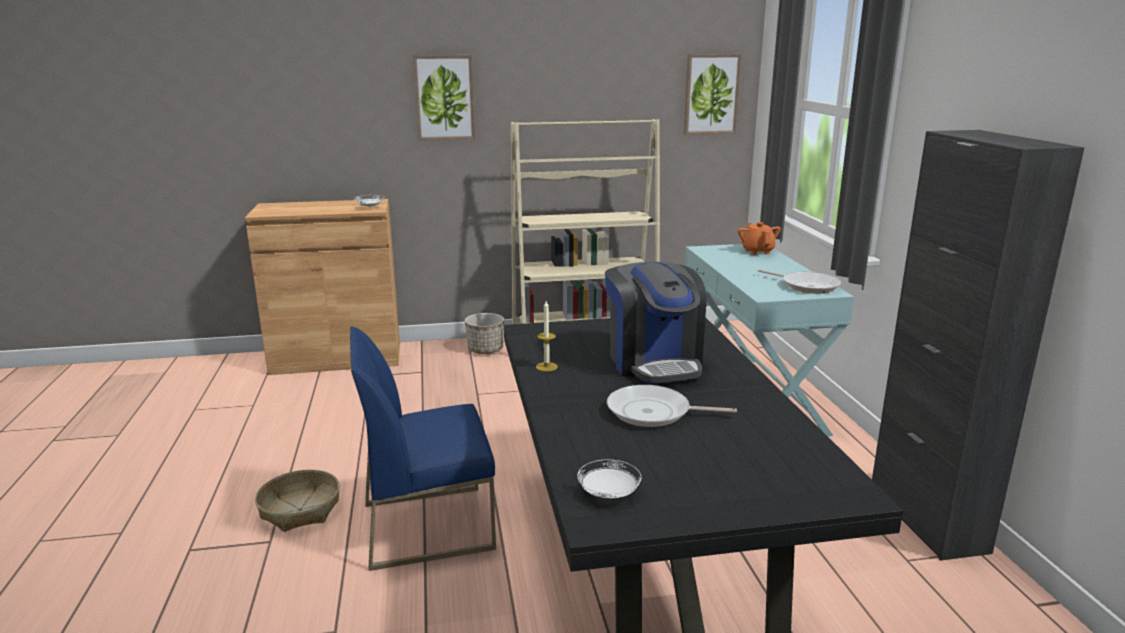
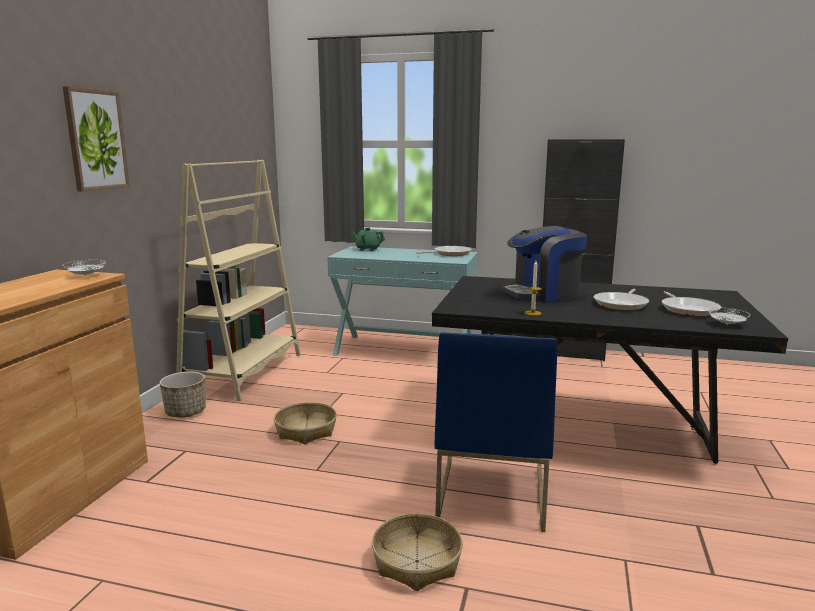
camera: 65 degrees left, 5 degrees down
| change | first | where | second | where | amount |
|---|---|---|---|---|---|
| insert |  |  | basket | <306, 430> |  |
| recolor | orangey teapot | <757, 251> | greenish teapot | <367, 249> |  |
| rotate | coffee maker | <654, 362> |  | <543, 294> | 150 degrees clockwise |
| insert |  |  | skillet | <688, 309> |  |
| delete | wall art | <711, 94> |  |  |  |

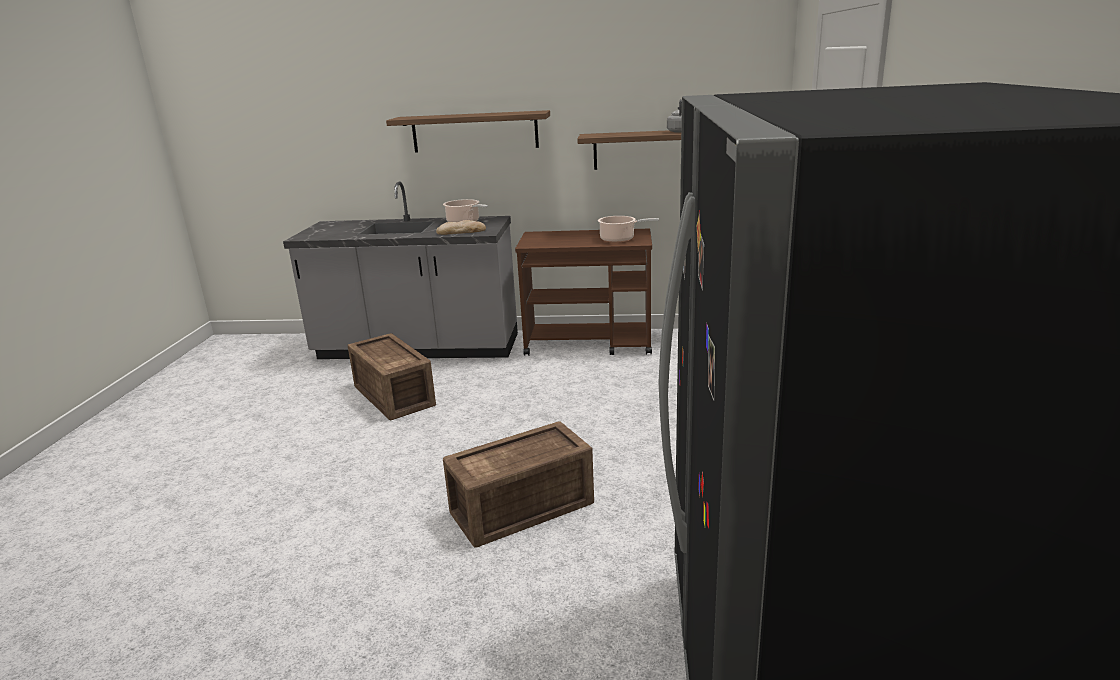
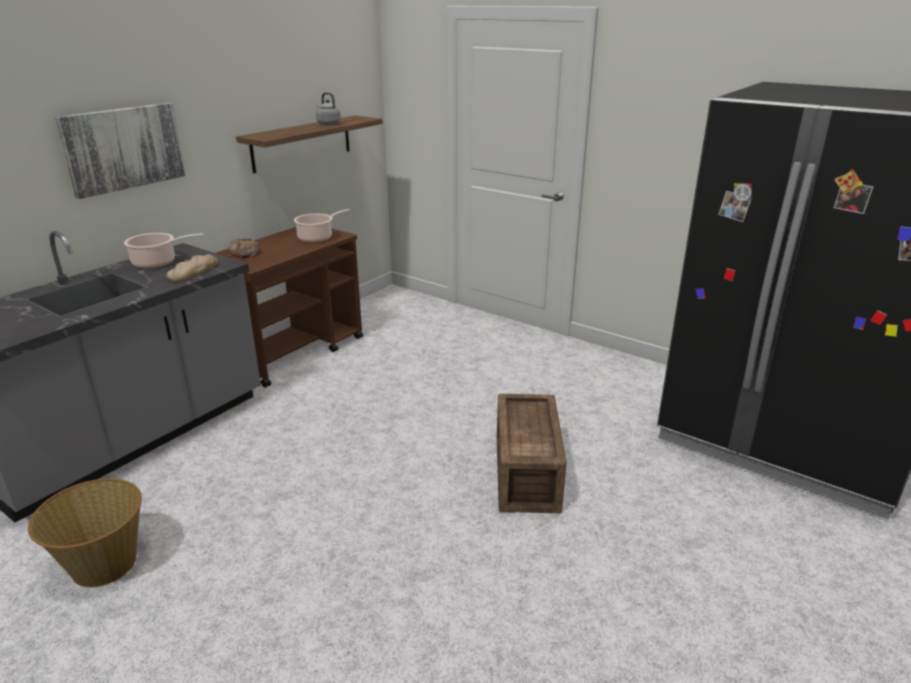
camera: 60 degrees left, 5 degrees up
| change | first | where | second | where | amount |
|---|---|---|---|---|---|
| insert |  |  | basket | <103, 564> |  |
| replace | shelf | <474, 131> | wall art | <123, 148> |  |
| insert |  |  | baked bread | <245, 253> |  |
| delete | packing crate | <395, 395> |  |  |  |

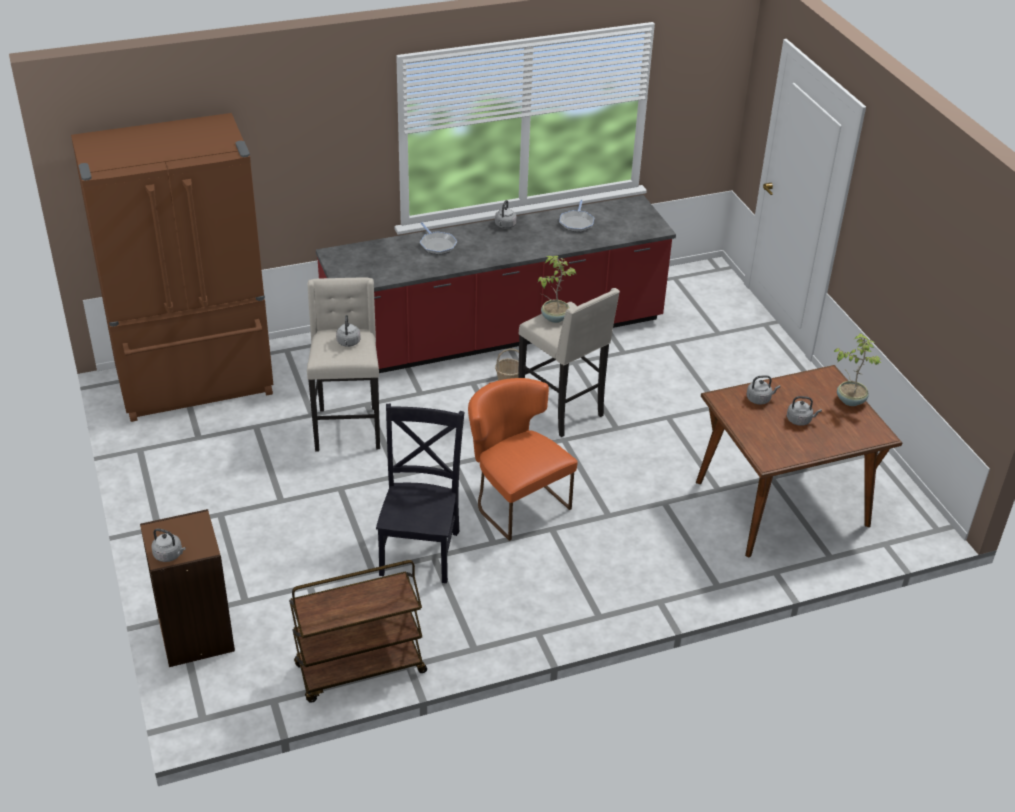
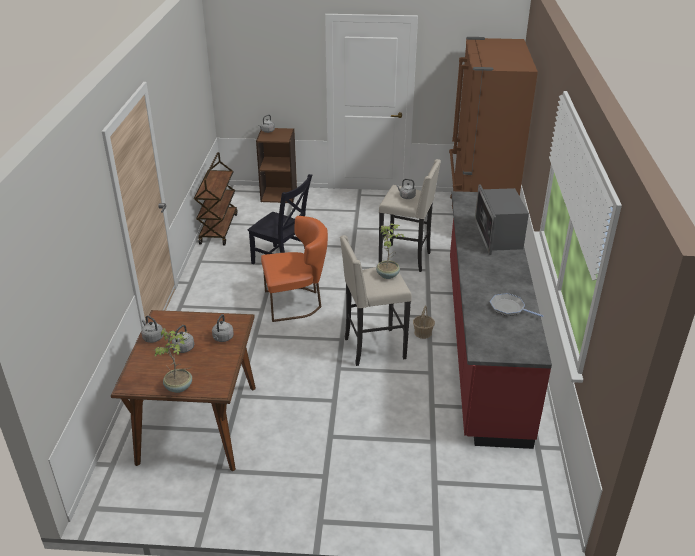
camera: 115 degrees right, 5 degrees down
| change | first | where | second | where | amount |
|---|---|---|---|---|---|
| move | greyish kettle | <505, 226> |  | <152, 337> |  |
| replace | skillet | <437, 245> | microwave | <498, 236> |  |

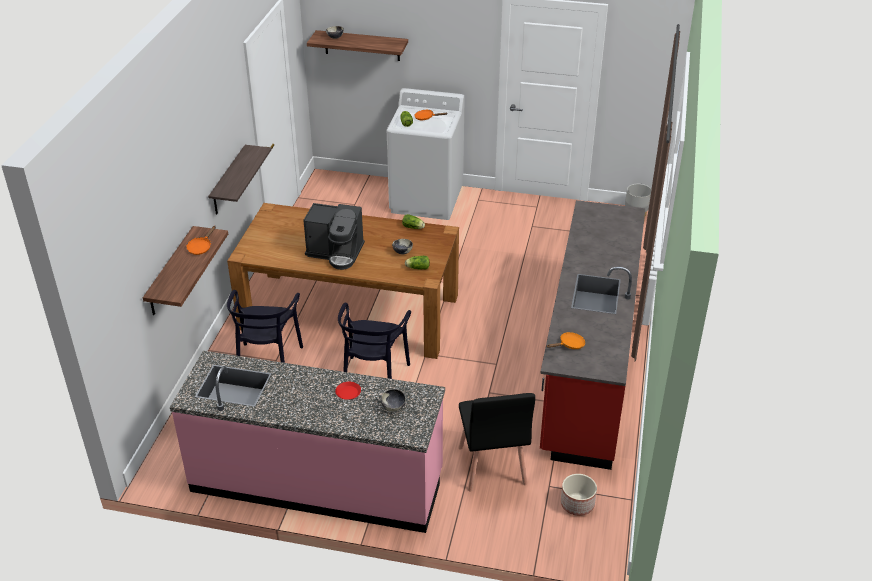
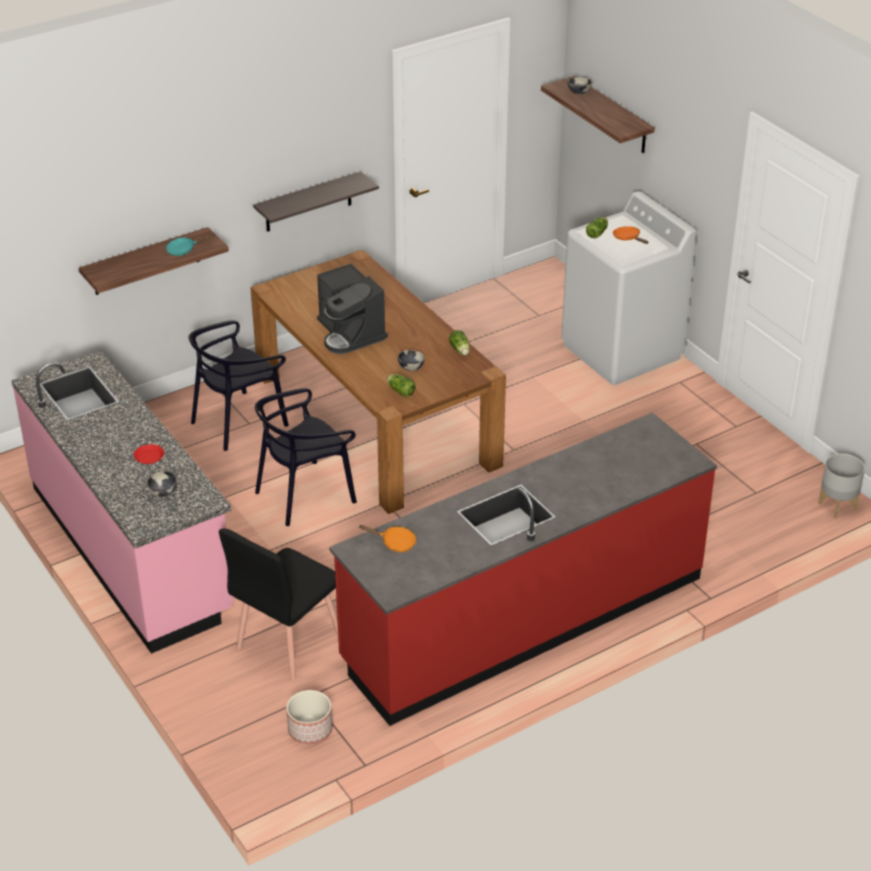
camera: 45 degrees right, 0 degrees up
| change | first | where | second | where | amount |
|---|---|---|---|---|---|
| recolor | orangey skillet | <201, 247> | turquoise skillet | <184, 250> |  |

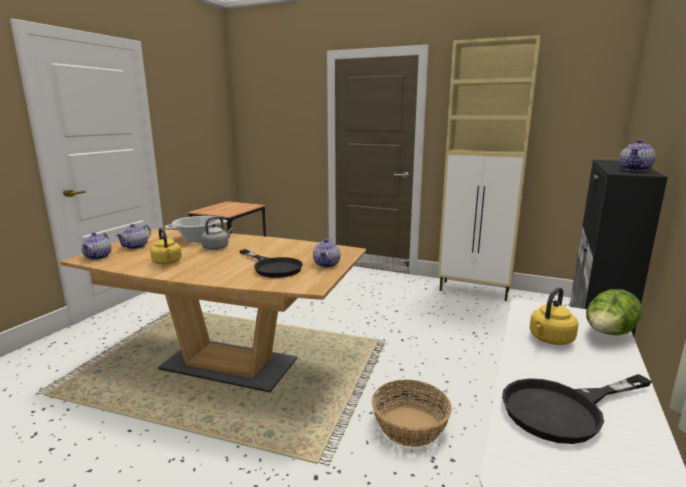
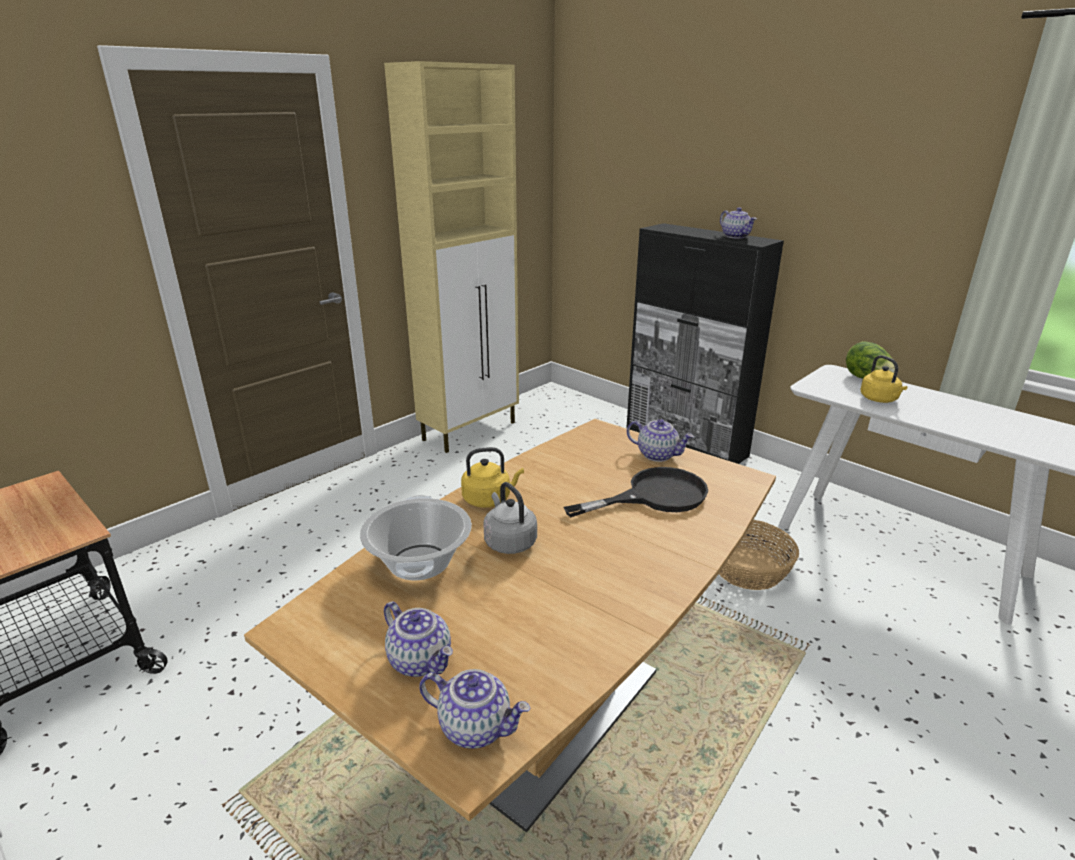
camera: 70 degrees left, 10 degrees up
| change | first | where | second | where | amount |
|---|---|---|---|---|---|
| move | yellowish kettle | <167, 262> |  | <489, 499> |  |
| delete | blackish skillet | <564, 409> |  |  |  |

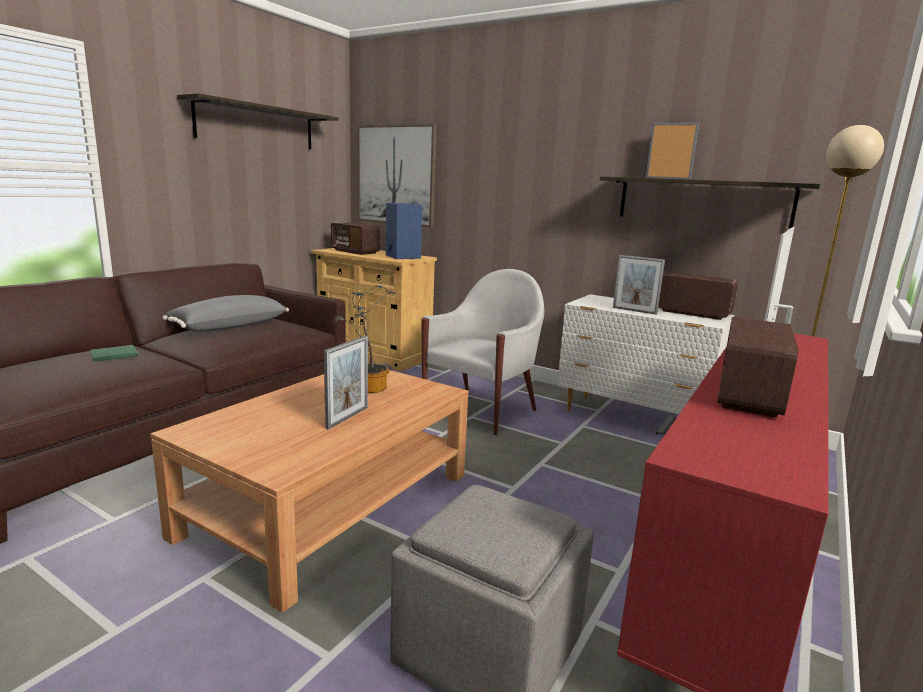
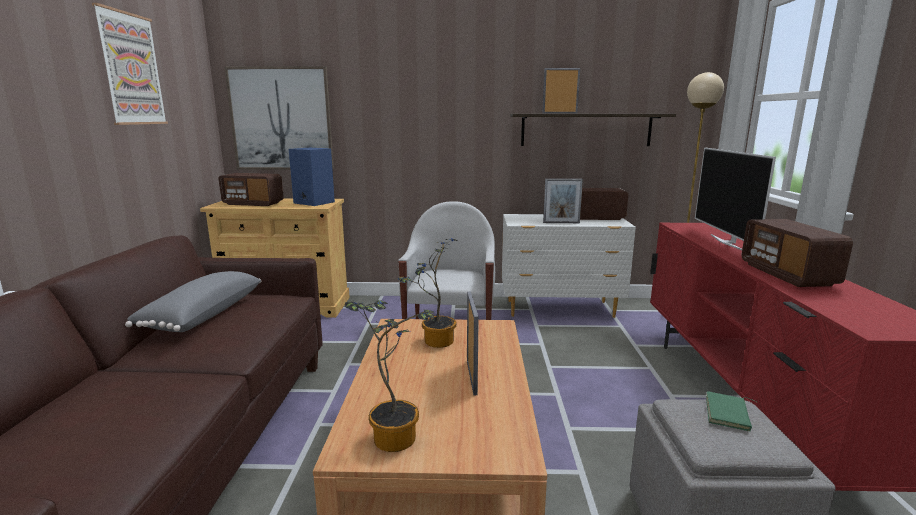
camera: 30 degrees left, 0 degrees up
| change | first | where | second | where | amount |
|---|---|---|---|---|---|
| replace | shelf | <257, 126> | wall art | <131, 69> |  |
| insert |  |  | potted plant | <394, 435> |  |
| move | greenish book | <114, 356> |  | <729, 414> |  |

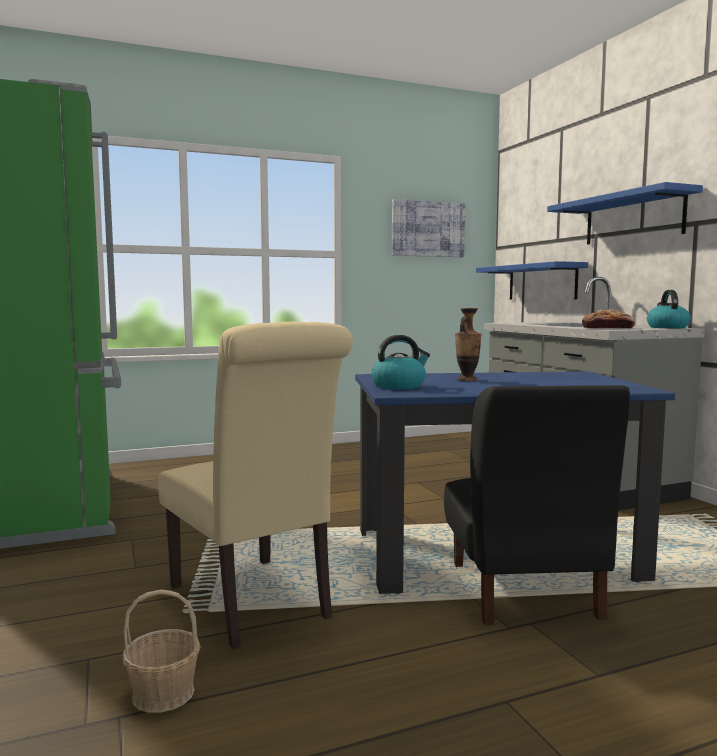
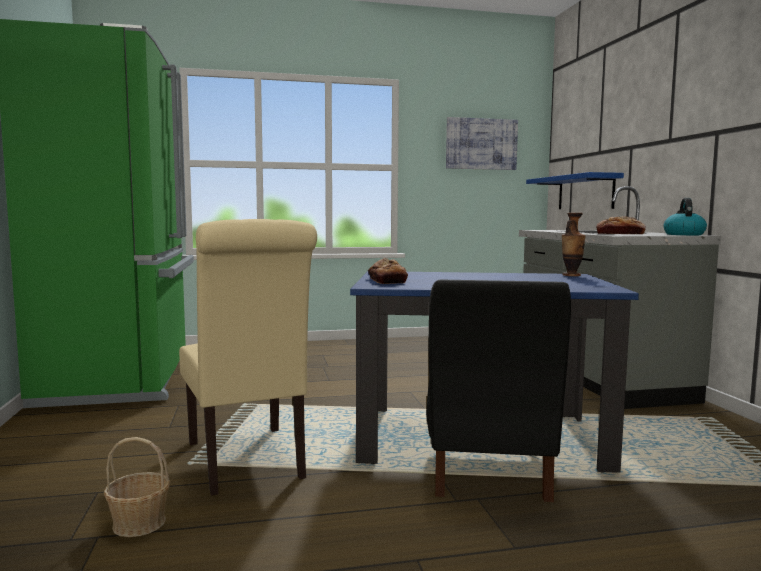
camera: 10 degrees right, 0 degrees up
| change | first | where | second | where | amount |
|---|---|---|---|---|---|
| replace | kettle | <399, 386> | baked bread | <387, 280> |  |
| move | decorative vase | <467, 380> |  | <571, 275> |  |
| delete | blue shelf | <633, 218> |  |  |  |

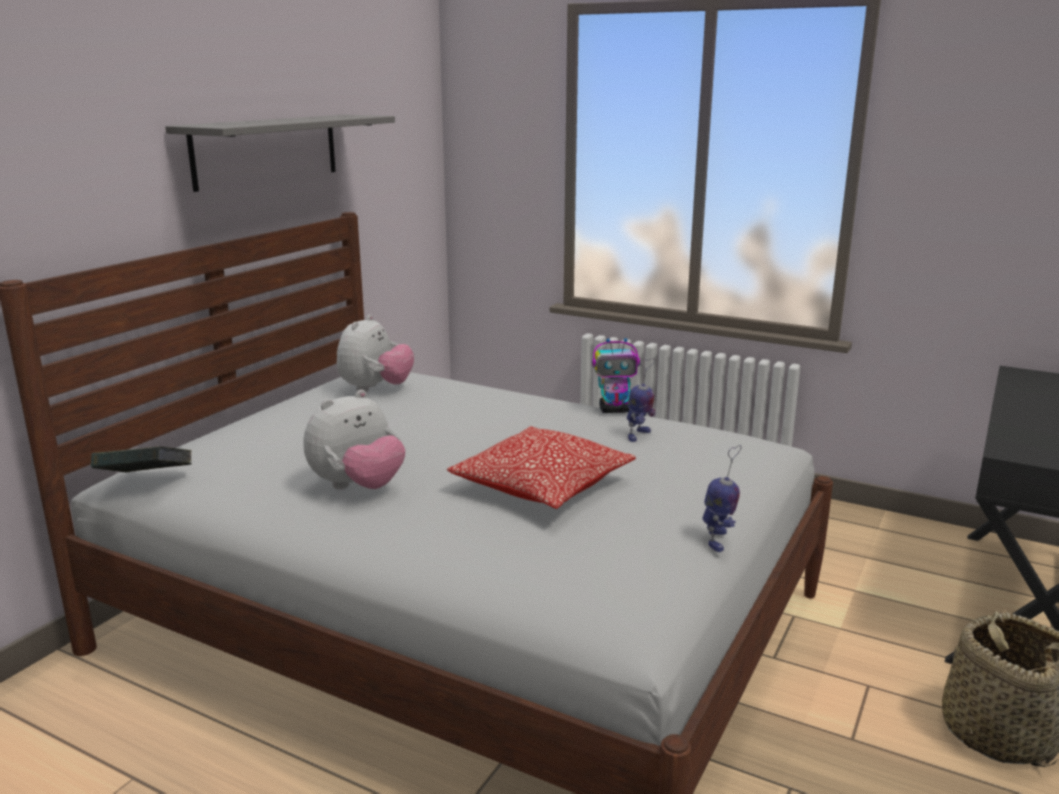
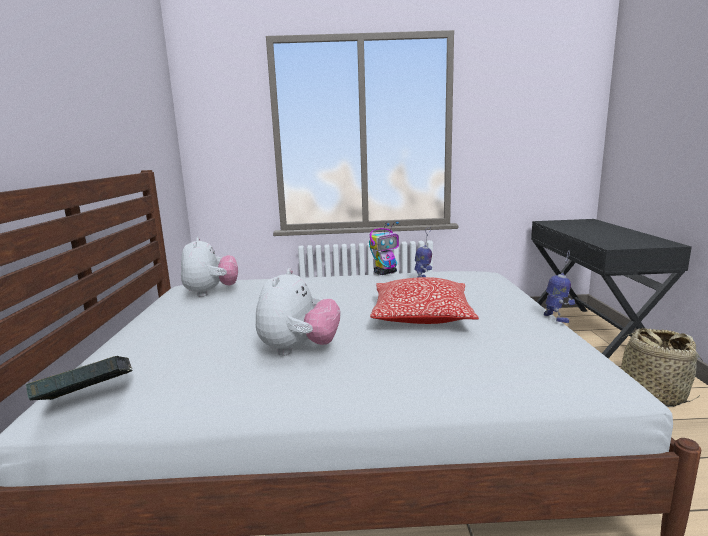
camera: 30 degrees left, 5 degrees down
| change | first | where | second | where | amount |
|---|---|---|---|---|---|
| delete | greyish shelf | <267, 150> |  |  |  |

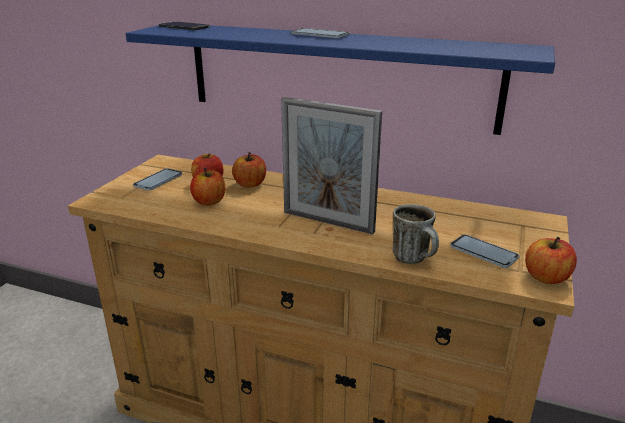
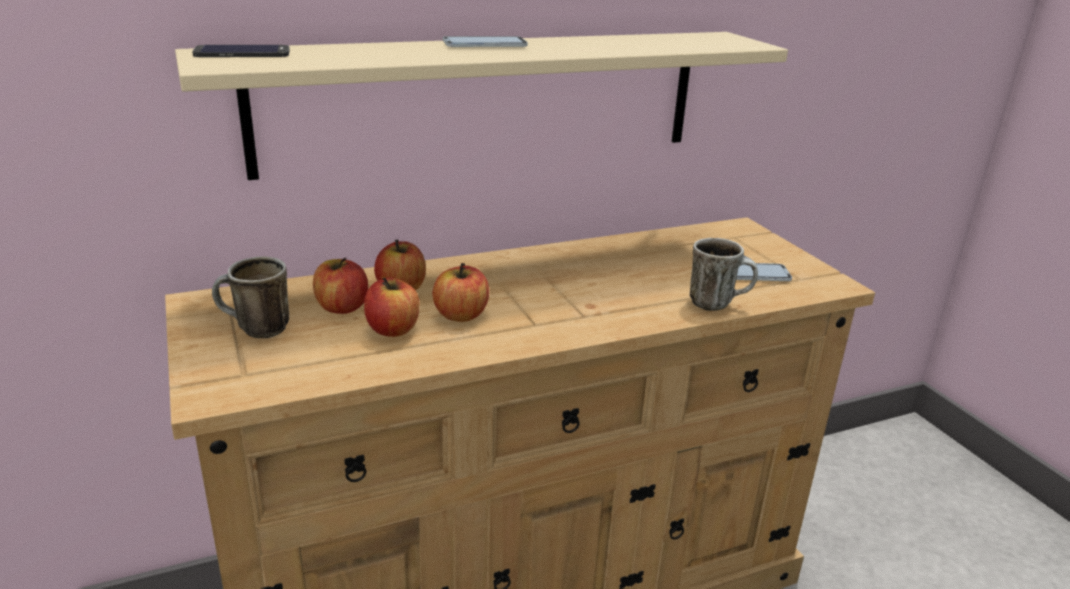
camera: 45 degrees left, 0 degrees up
| change | first | where | second | where | amount |
|---|---|---|---|---|---|
| recolor | blue shelf | <337, 75> | sand-coloured shelf | <485, 100> |  |
| replace | handset | <158, 180> | mug | <255, 330> |  |
| move | apple fruit | <546, 277> |  | <461, 315> |  |
| delete | picture frame | <328, 222> |  |  |  |

